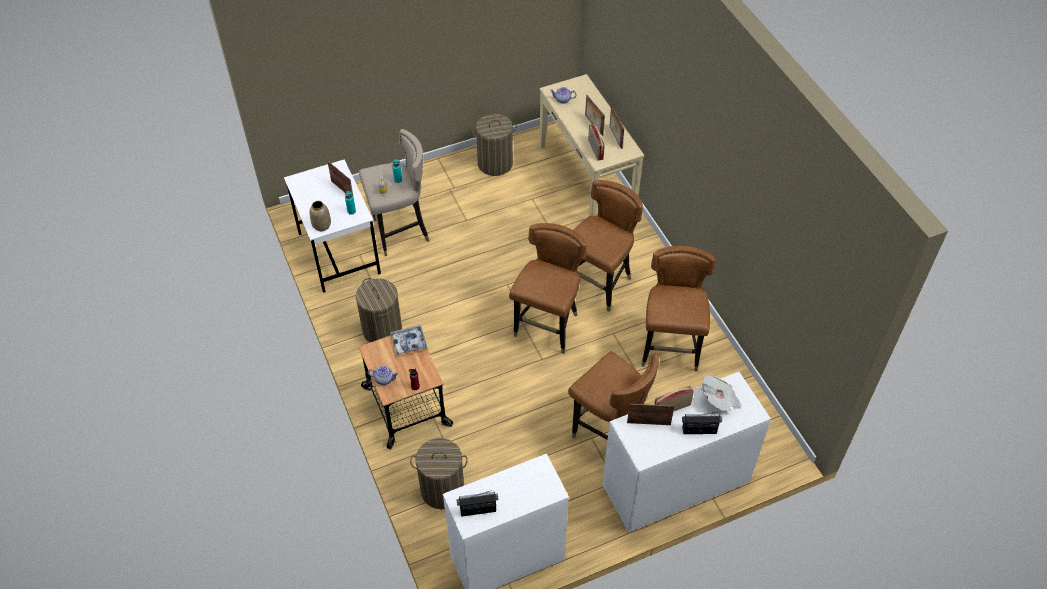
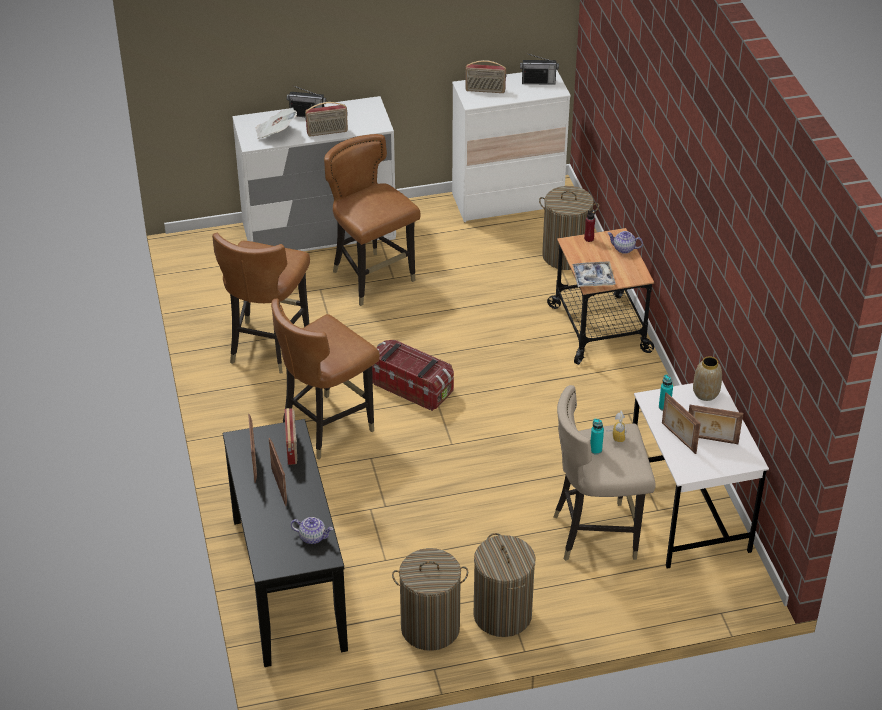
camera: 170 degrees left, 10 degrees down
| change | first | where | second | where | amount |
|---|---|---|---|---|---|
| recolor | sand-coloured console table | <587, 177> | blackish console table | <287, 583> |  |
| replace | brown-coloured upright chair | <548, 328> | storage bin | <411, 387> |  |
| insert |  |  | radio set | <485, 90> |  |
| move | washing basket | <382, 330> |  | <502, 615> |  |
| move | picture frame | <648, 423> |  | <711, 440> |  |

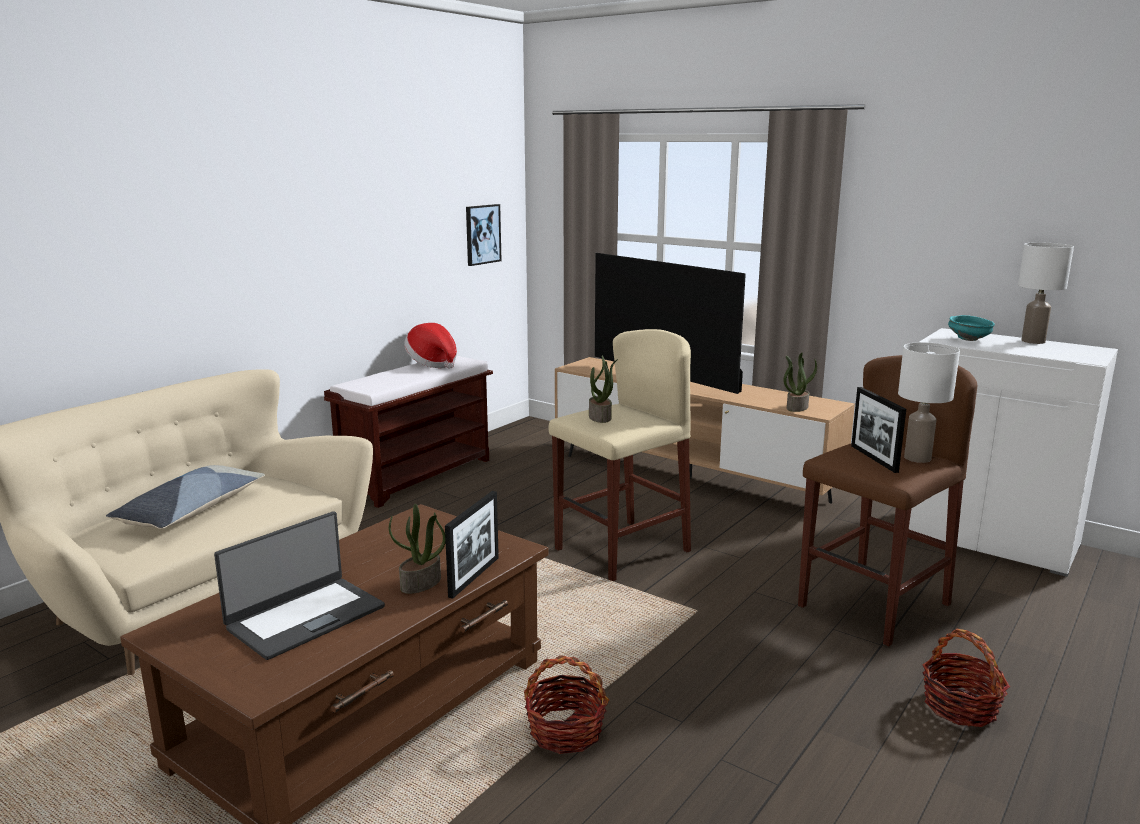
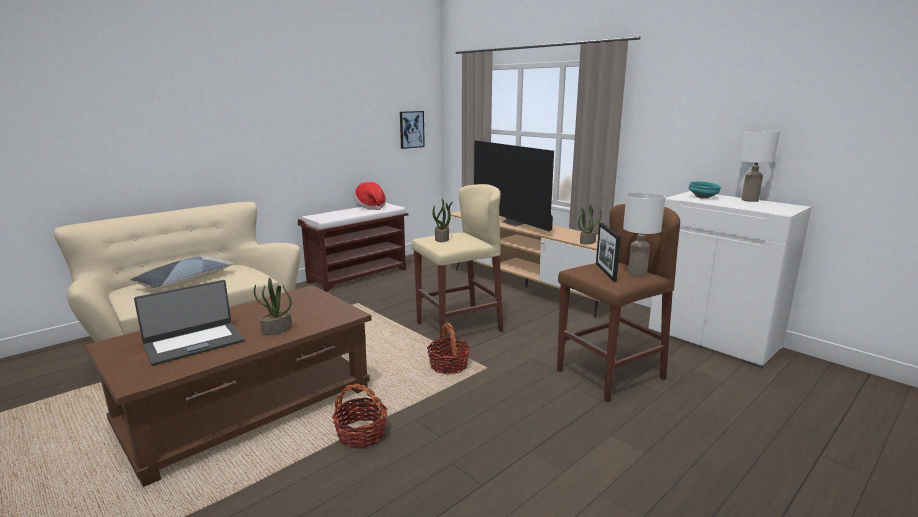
camera: 10 degrees right, 0 degrees up
| change | first | where | second | where | amount |
|---|---|---|---|---|---|
| move | basket | <960, 706> |  | <448, 366> |  |
| delete | picture frame | <474, 577> |  |  |  |

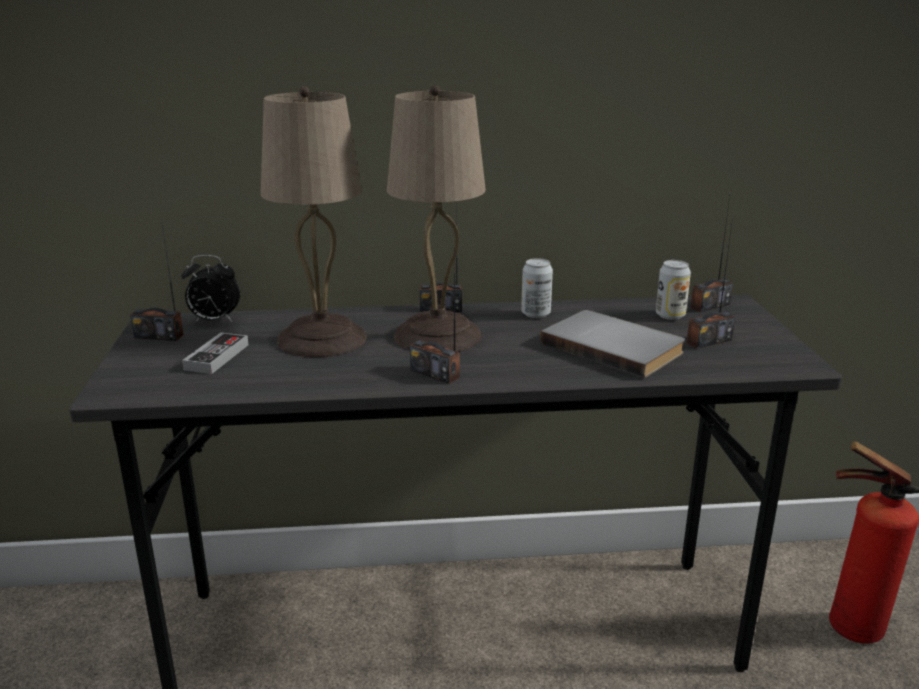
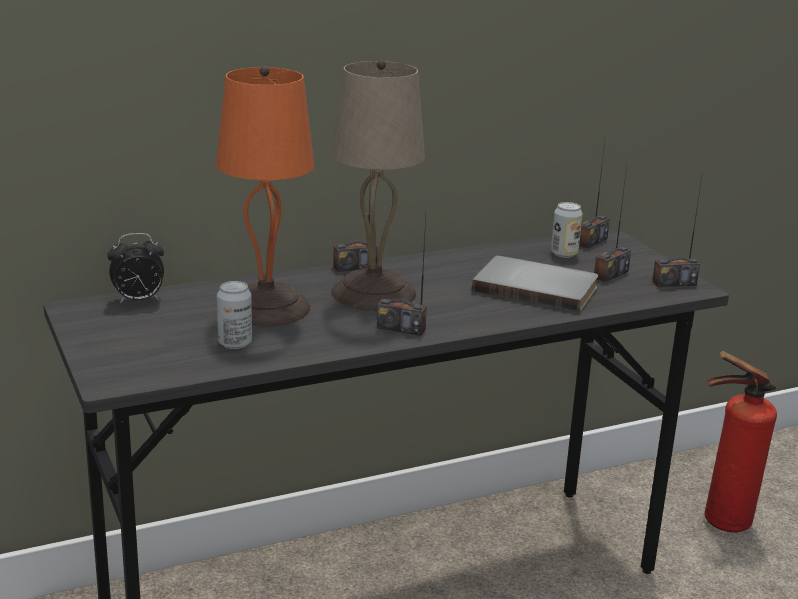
camera: 20 degrees left, 0 degrees up
| change | first | where | second | where | amount |
|---|---|---|---|---|---|
| recolor | sand-coloured tabletop lamp | <322, 339> | orangey tabletop lamp | <267, 308> |  |
| move | metal can | <535, 314> |  | <235, 343> |  |
| move | radio set | <159, 336> |  | <674, 283> |  |
| delete | joypad | <217, 357> |  |  |  |

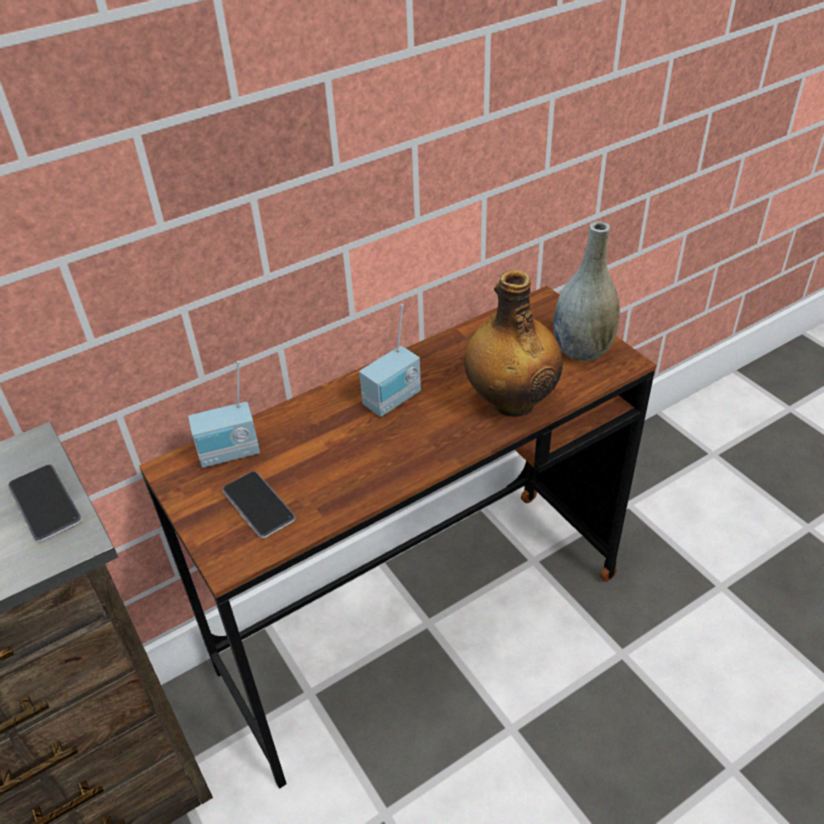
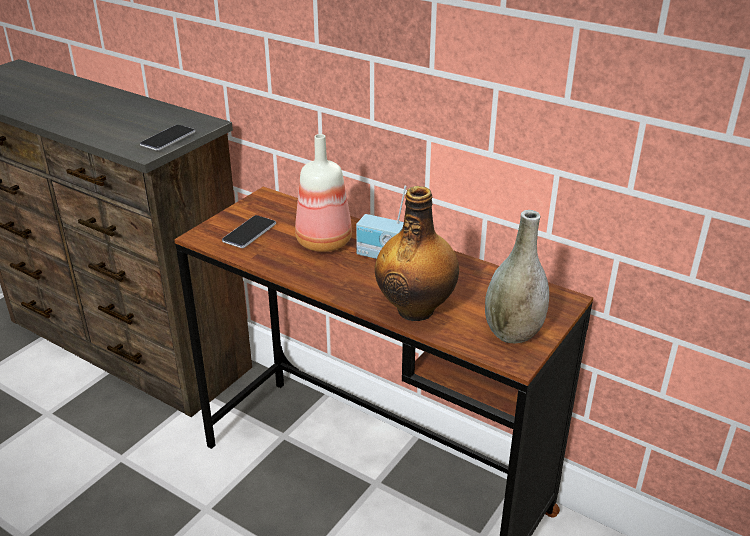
camera: 65 degrees right, 10 degrees down
| change | first | where | second | where | amount |
|---|---|---|---|---|---|
| insert |  |  | bottle | <322, 241> |  |
| delete | radio set | <230, 454> |  |  |  |

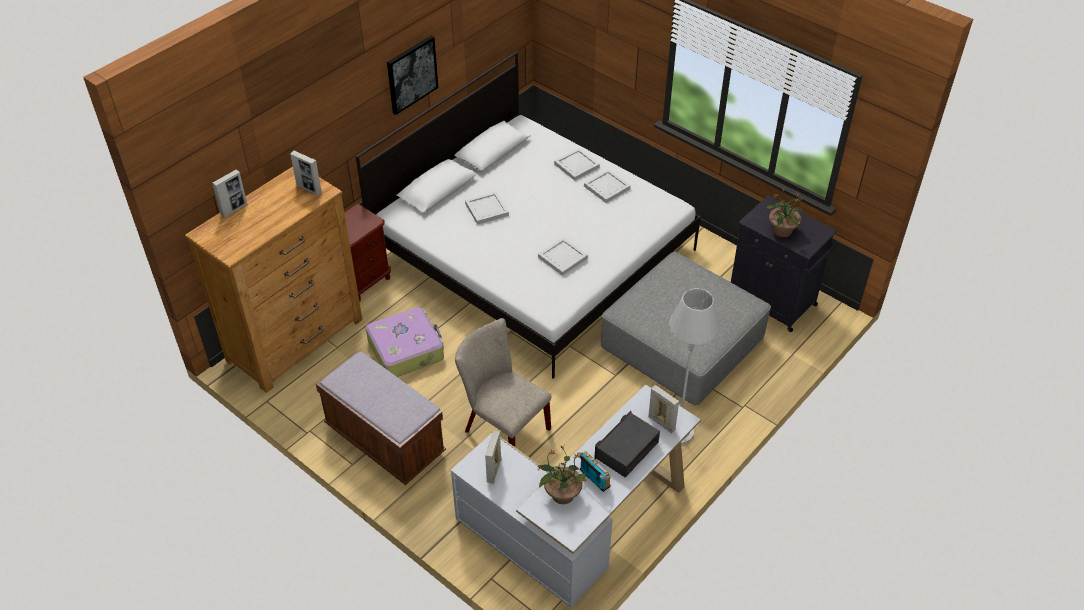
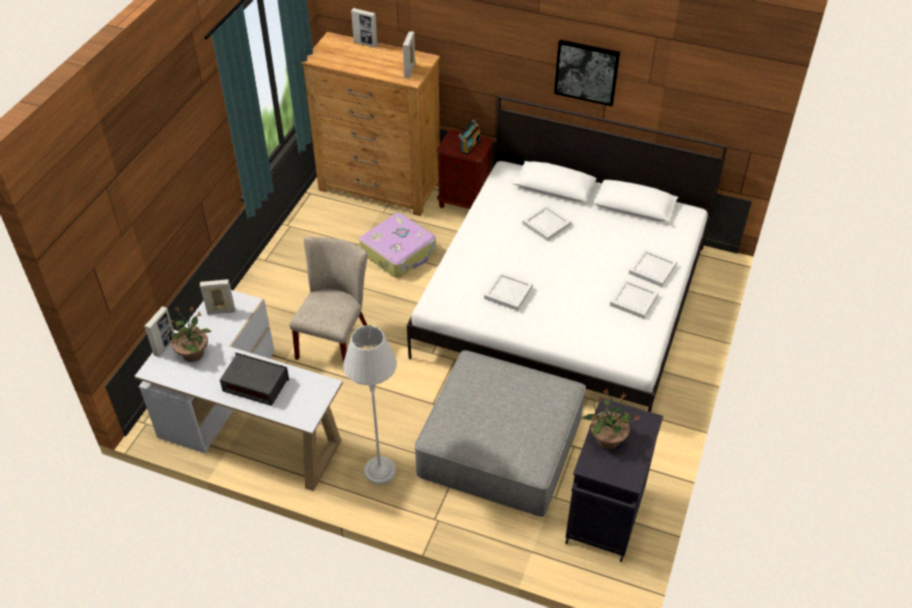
camera: 70 degrees right, 0 degrees up
| change | first | where | second | where | amount |
|---|---|---|---|---|---|
| move | picture frame | <661, 423> |  | <165, 346> |  |
| move | radio set | <593, 479> |  | <469, 146> |  |
| delete | brown-coloured indoor bench | <385, 440> |  |  |  |

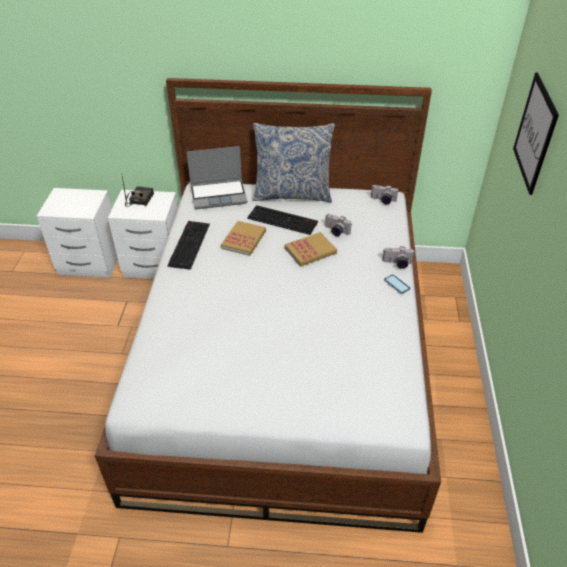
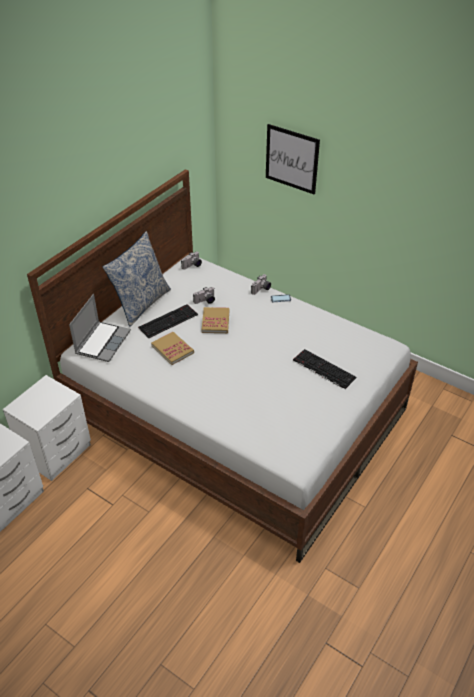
camera: 60 degrees left, 0 degrees up
| change | first | where | second | where | amount |
|---|---|---|---|---|---|
| move | computer keyboard | <188, 244> |  | <323, 369> |  |
| delete | radio set | <139, 200> |  |  |  |

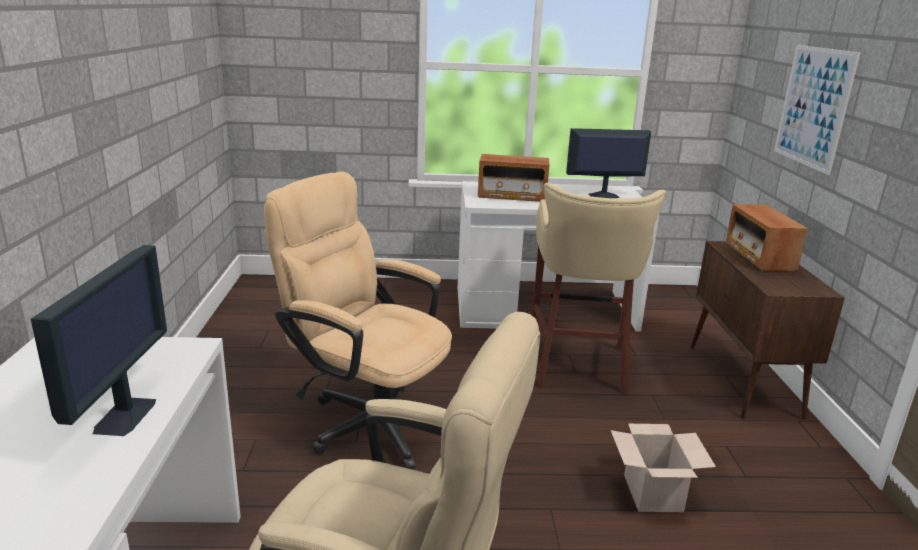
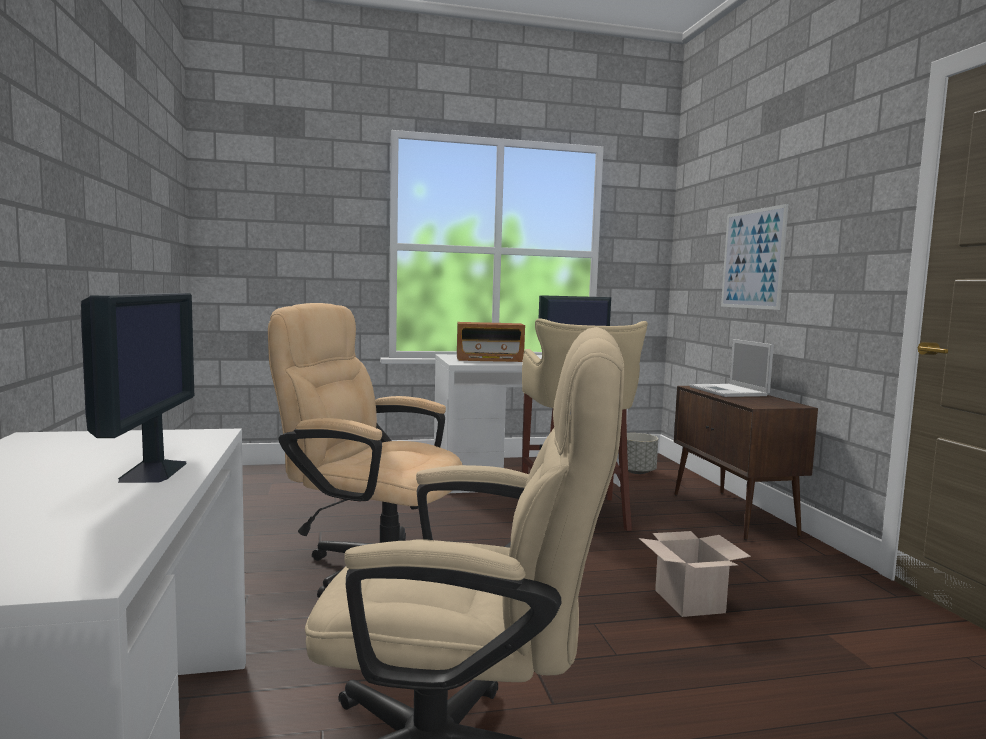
camera: 10 degrees left, 15 degrees down
| change | first | where | second | where | amount |
|---|---|---|---|---|---|
| insert |  |  | greyish planter | <637, 472> |  |
| replace | radio set | <759, 257> | notebook computer | <729, 391> |  |

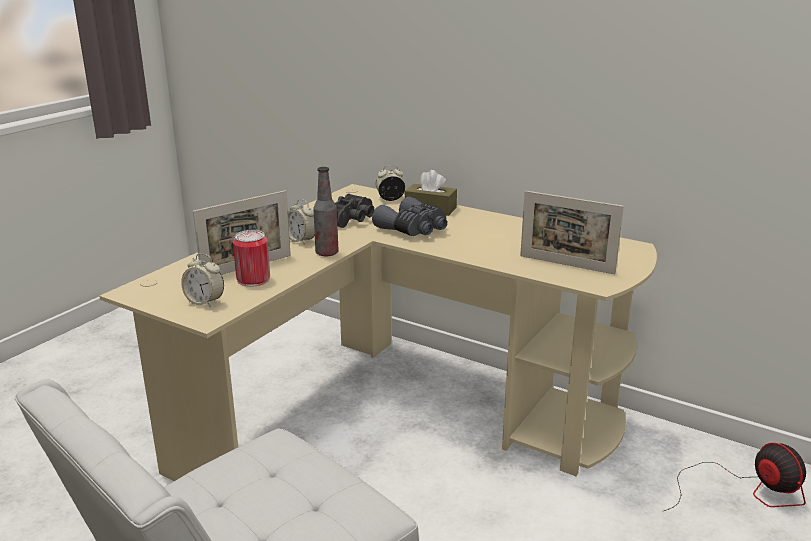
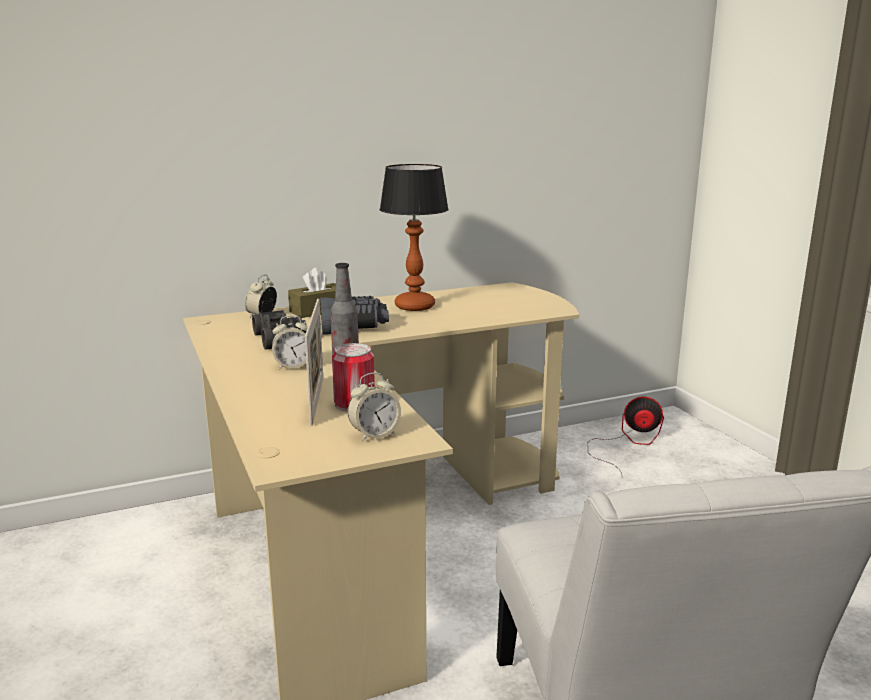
camera: 55 degrees left, 5 degrees down
| change | first | where | second | where | amount |
|---|---|---|---|---|---|
| insert |  |  | tabletop lamp | <414, 306> |  |
| delete | picture frame | <566, 264> |  |  |  |

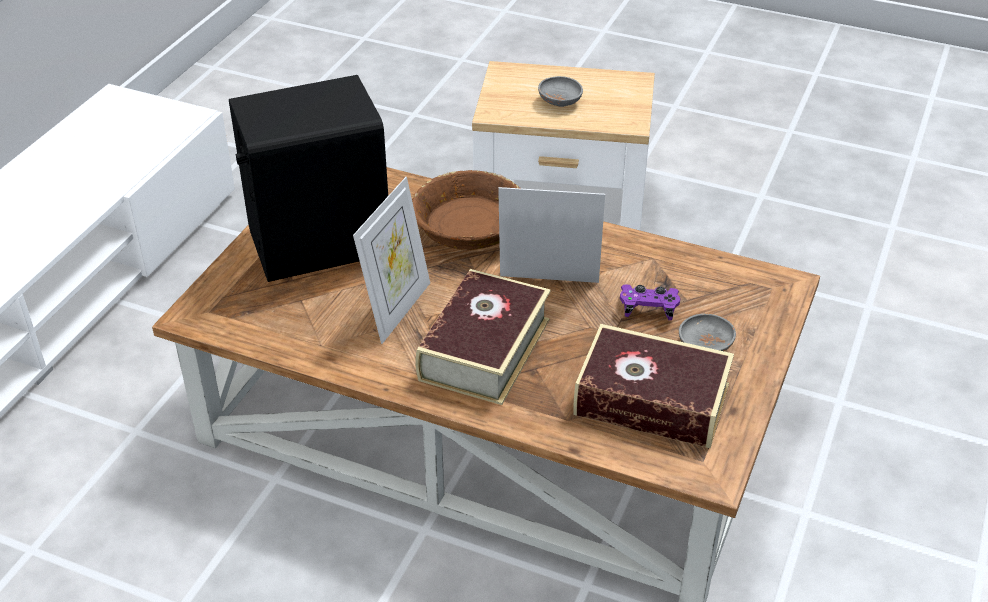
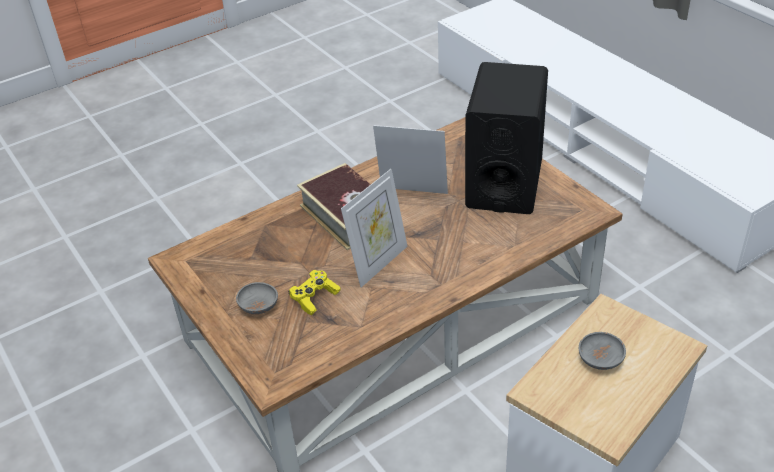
camera: 125 degrees right, 0 degrees up
| change | first | where | second | where | amount |
|---|---|---|---|---|---|
| recolor | purple joypad | <648, 309> | yellowish joypad | <314, 298> |  |
| rotate | picture frame | <397, 309> |  | <412, 194> | 135 degrees clockwise |
| delete | brown-coloured deep dish | <470, 228> |  |  |  |
| delete | book | <651, 400> |  |  |  |

